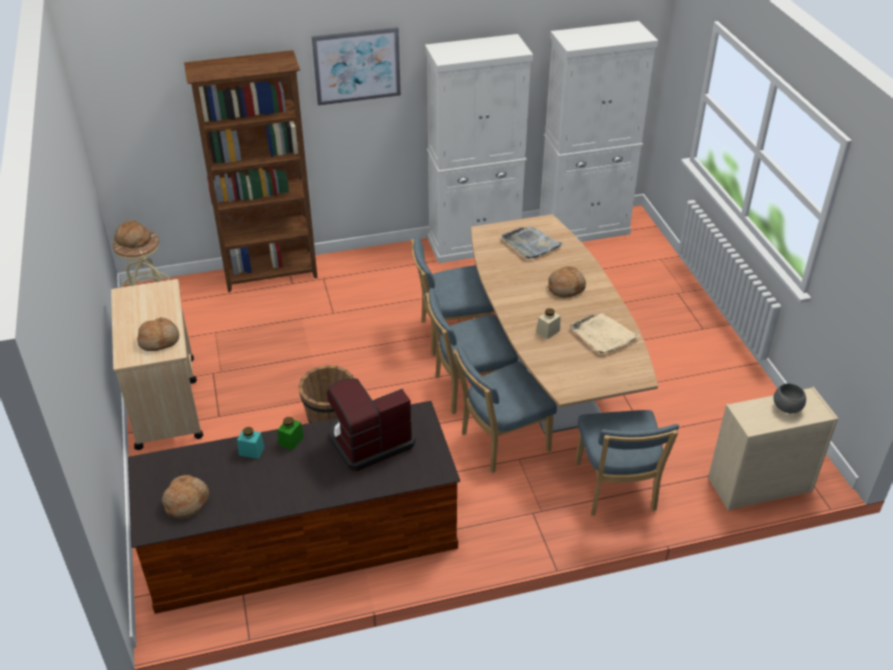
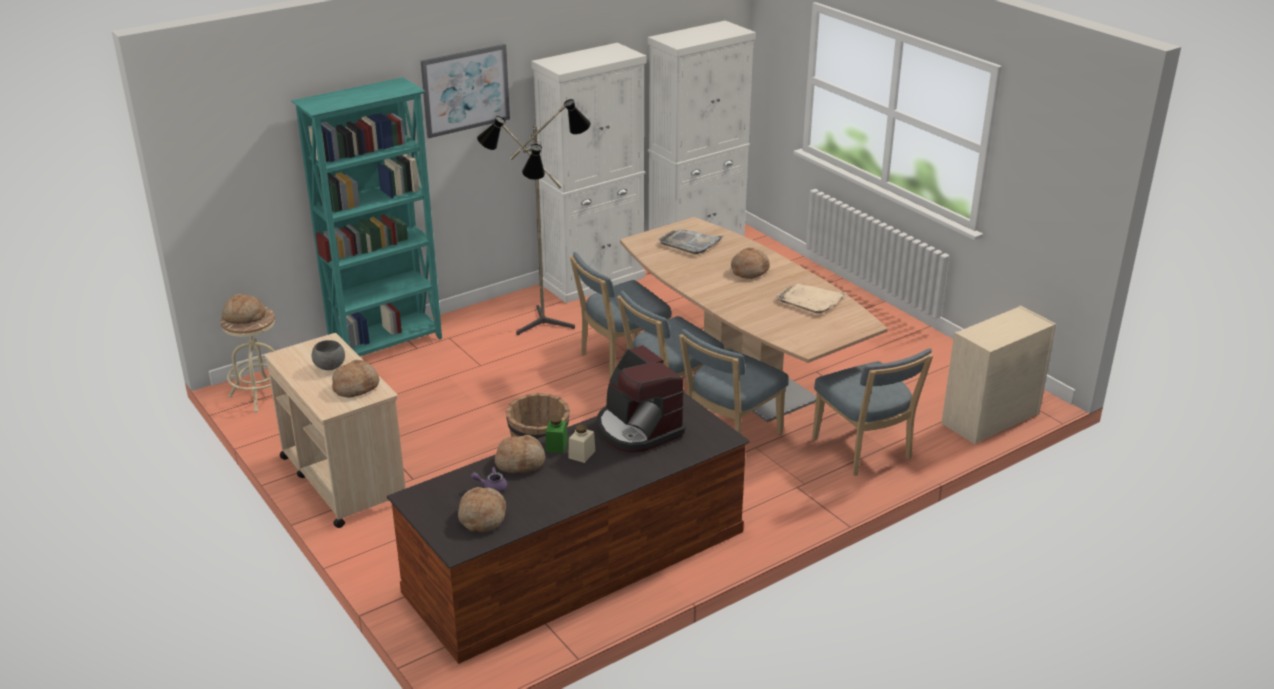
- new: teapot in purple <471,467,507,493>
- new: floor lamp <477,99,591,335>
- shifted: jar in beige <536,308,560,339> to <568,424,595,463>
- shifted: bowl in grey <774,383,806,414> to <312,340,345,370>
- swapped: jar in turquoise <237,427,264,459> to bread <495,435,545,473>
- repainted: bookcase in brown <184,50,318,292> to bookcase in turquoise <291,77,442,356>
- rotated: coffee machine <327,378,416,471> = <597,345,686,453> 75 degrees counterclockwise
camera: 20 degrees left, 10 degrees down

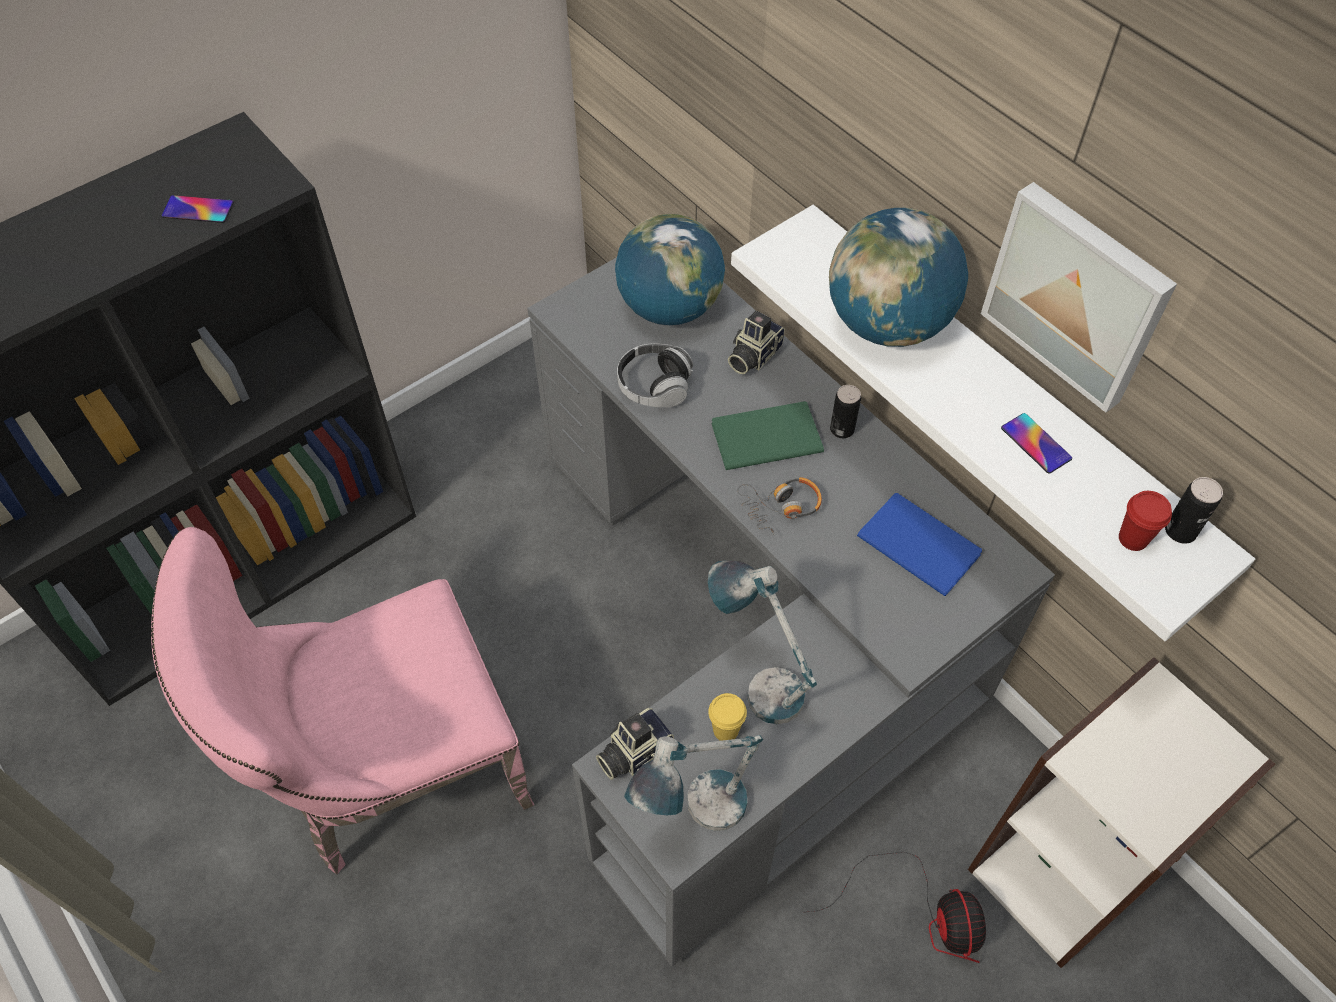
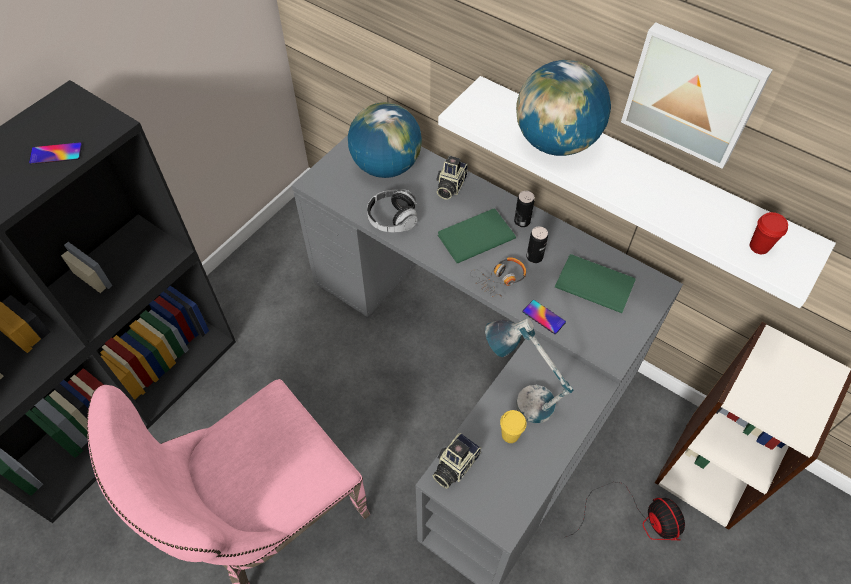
- gone: table lamp <624,735,763,831>
- shifted: phone <1001,413,1072,474> to <522,300,566,334>
- shifted: can <1165,477,1223,544> to <526,226,548,263>
- repainted: book in blue <857,493,982,596> to book in green <555,254,636,313>
camera: 15 degrees left, 0 degrees up

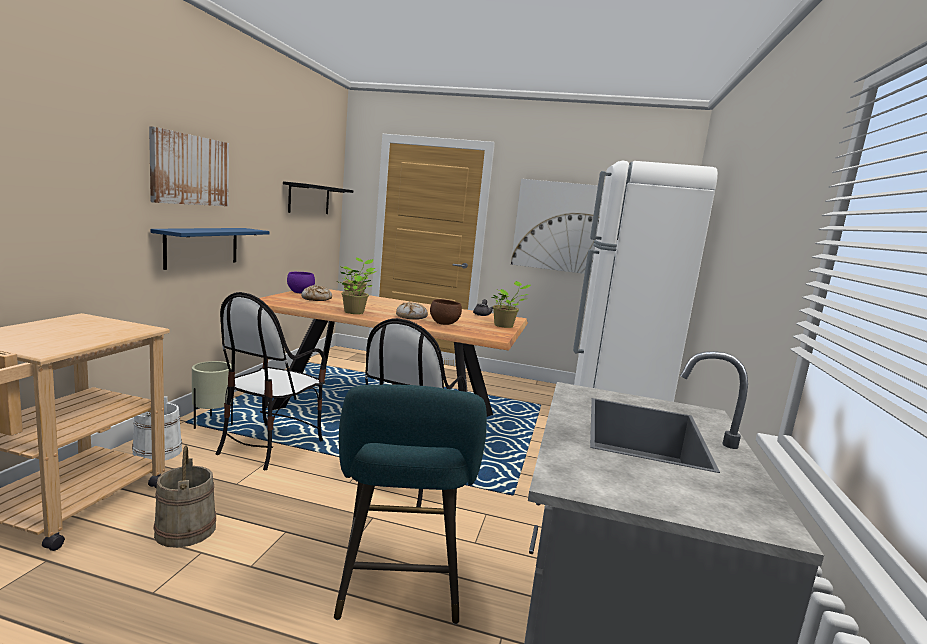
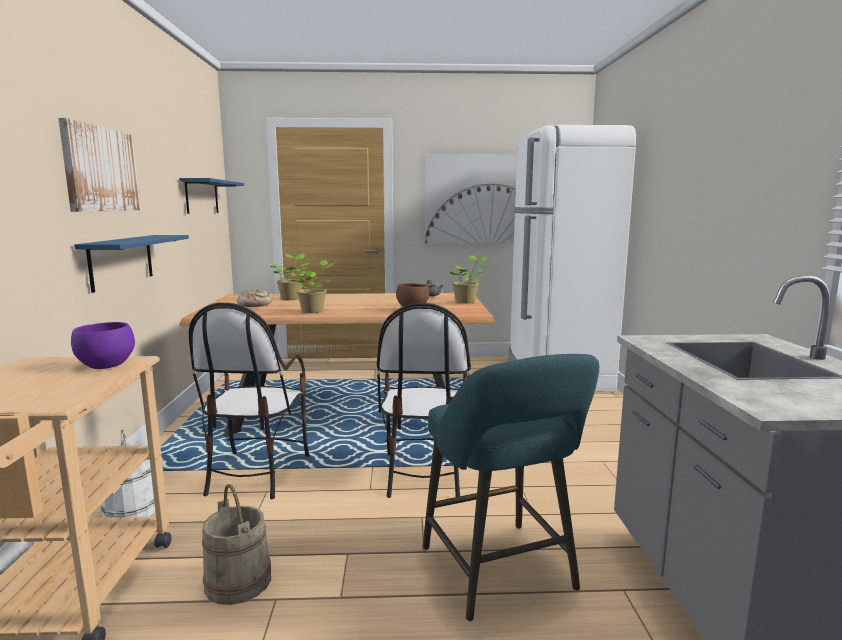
- gone: planter in beige <192,361,233,429>
- gone: bread <396,302,428,320>
- shifted: bowl in purple <287,272,315,293> to <71,322,135,369>
- repainted: shelf in black <283,181,353,214> to shelf in blue <179,178,244,214>
camera: 15 degrees left, 0 degrees up

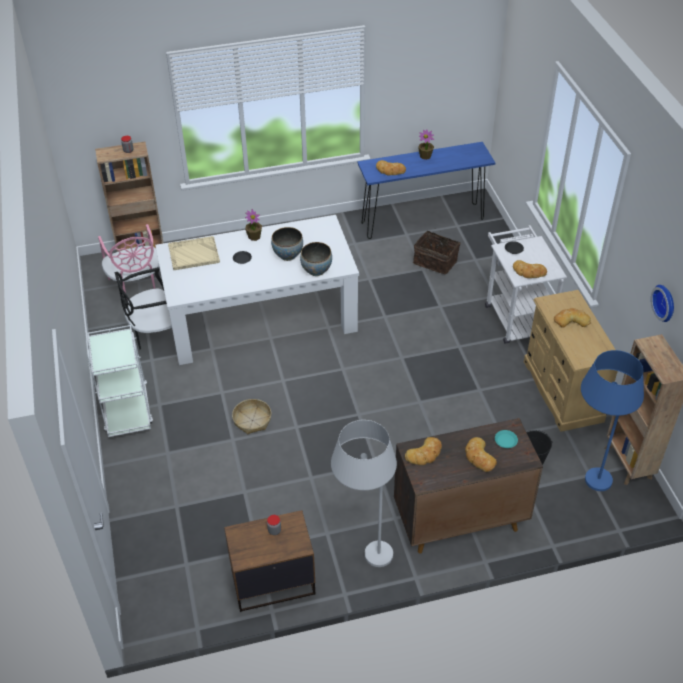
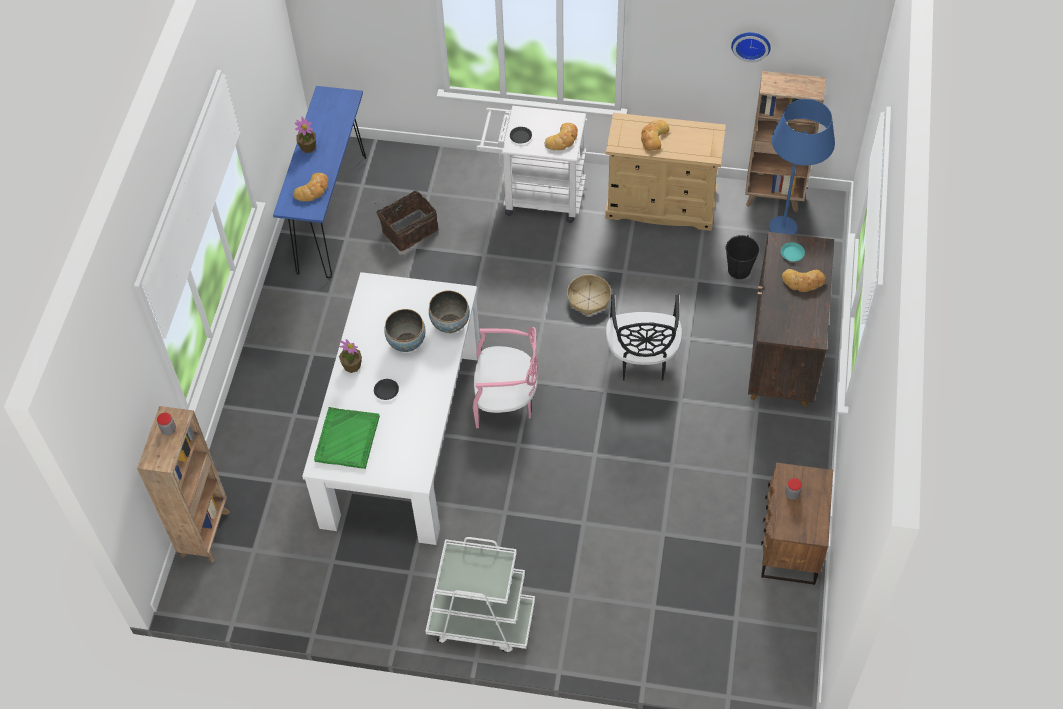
- gone: floor lamp in white <331,420,397,567>
- gone: bread <405,437,442,465>
- shifted: chair in pink <98,224,159,293> to <473,327,538,428>
- shifted: chair in black <115,267,172,349> to <606,295,682,381>
- shifted: basket <232,399,271,434> to <567,274,611,316>
- repainted: tray in beige <168,236,220,270> to tray in green <314,407,380,469>
camera: 65 degrees left, 10 degrees up

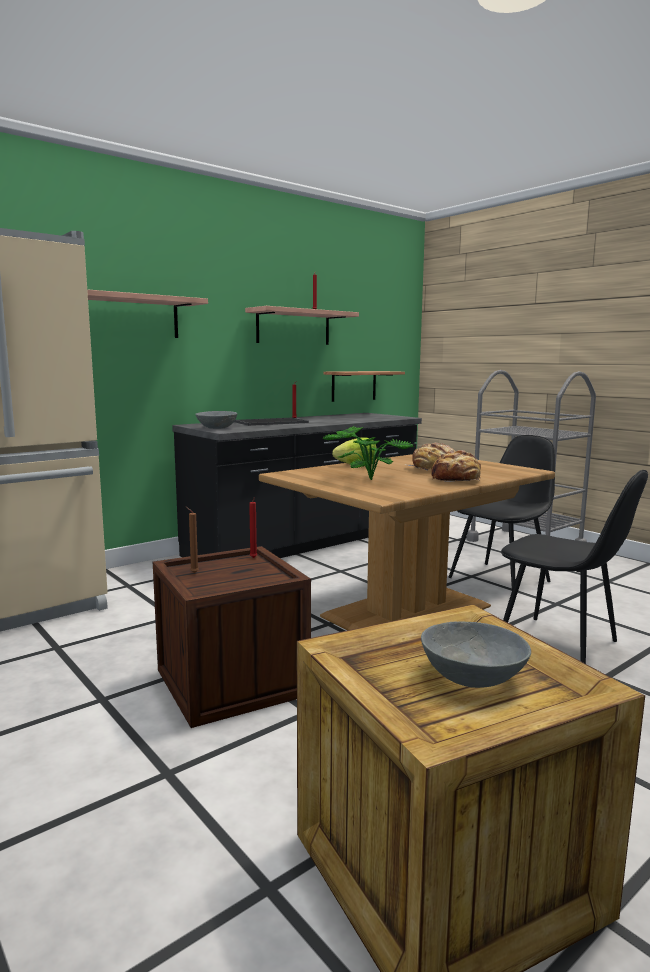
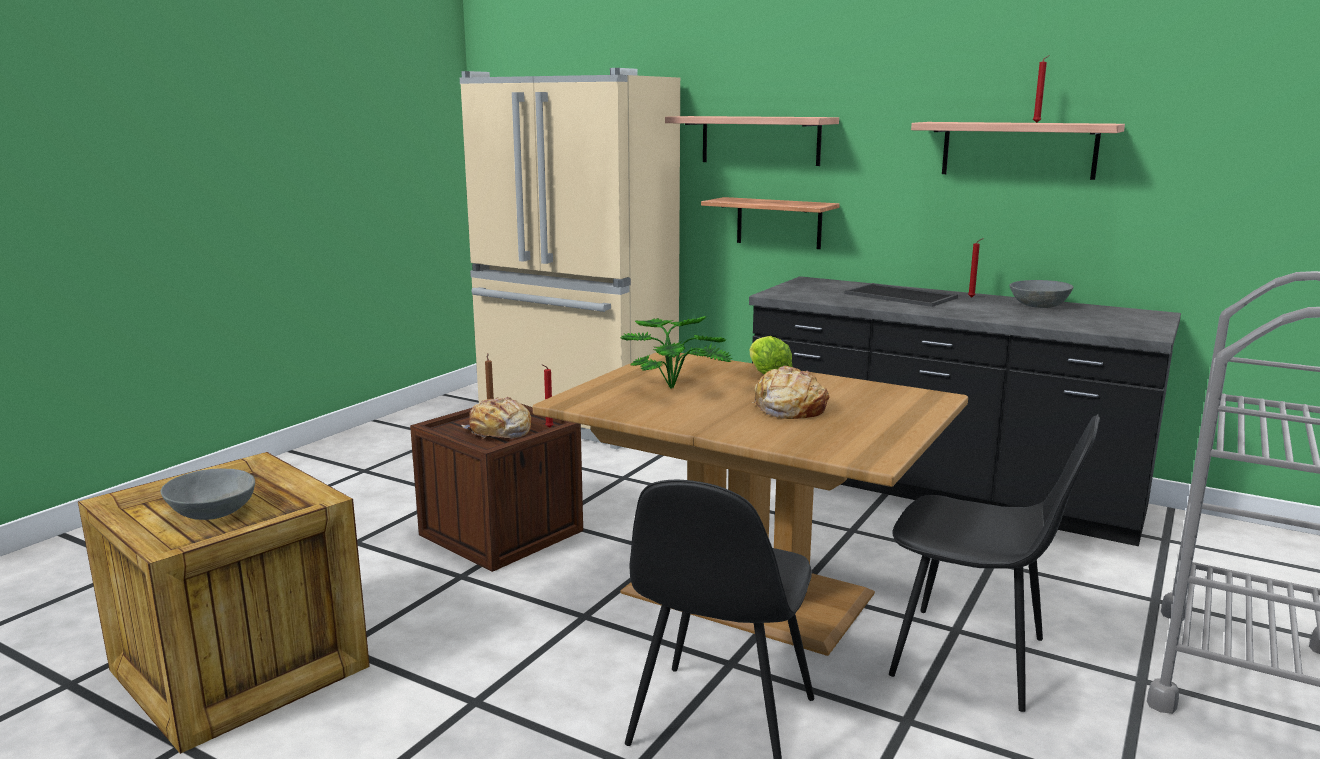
- shifted: bowl in grey <195,411,237,429> to <1010,280,1073,308>
- shifted: shelf <323,371,405,402> to <701,197,840,249>
- shifted: bread <431,450,481,482> to <462,397,531,439>
camera: 70 degrees right, 5 degrees up

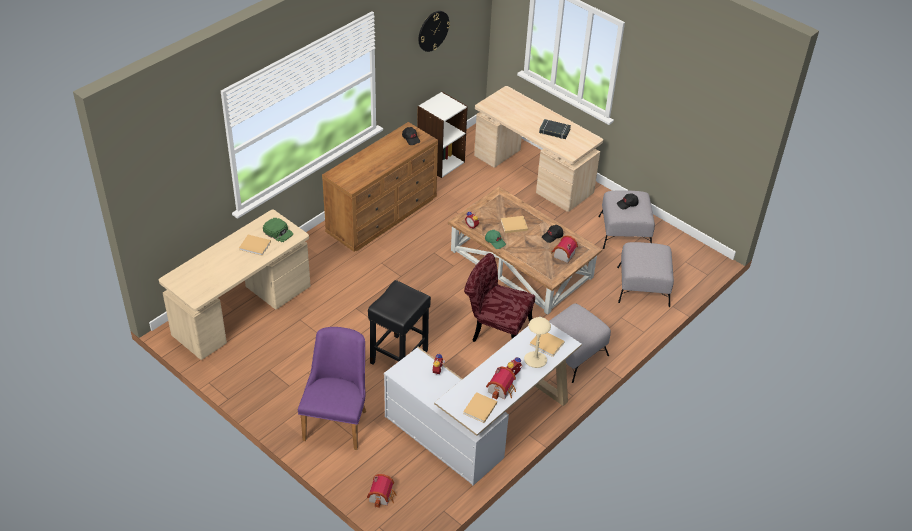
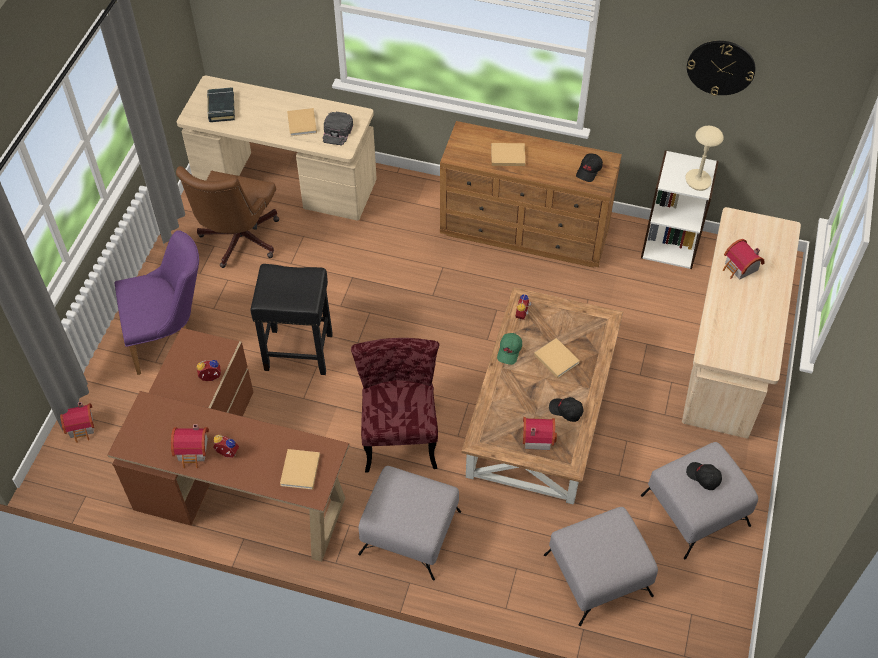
- new: office chair in brown <176,166,279,268>
- new: toy house <723,239,765,280>
- shifted: book in beige <463,392,497,423> to <491,143,525,166>
- shifted: table lamp in beige <524,317,551,368> to <686,126,724,191>
- shifted: book in black <539,119,571,139> to <207,87,235,122>
- repainted: cap in green <263,218,293,242> to cap in black <323,112,353,145>
- repainted: desk in white <384,316,582,485> to desk in brown <107,328,349,562>
camera: 65 degrees right, 10 degrees up

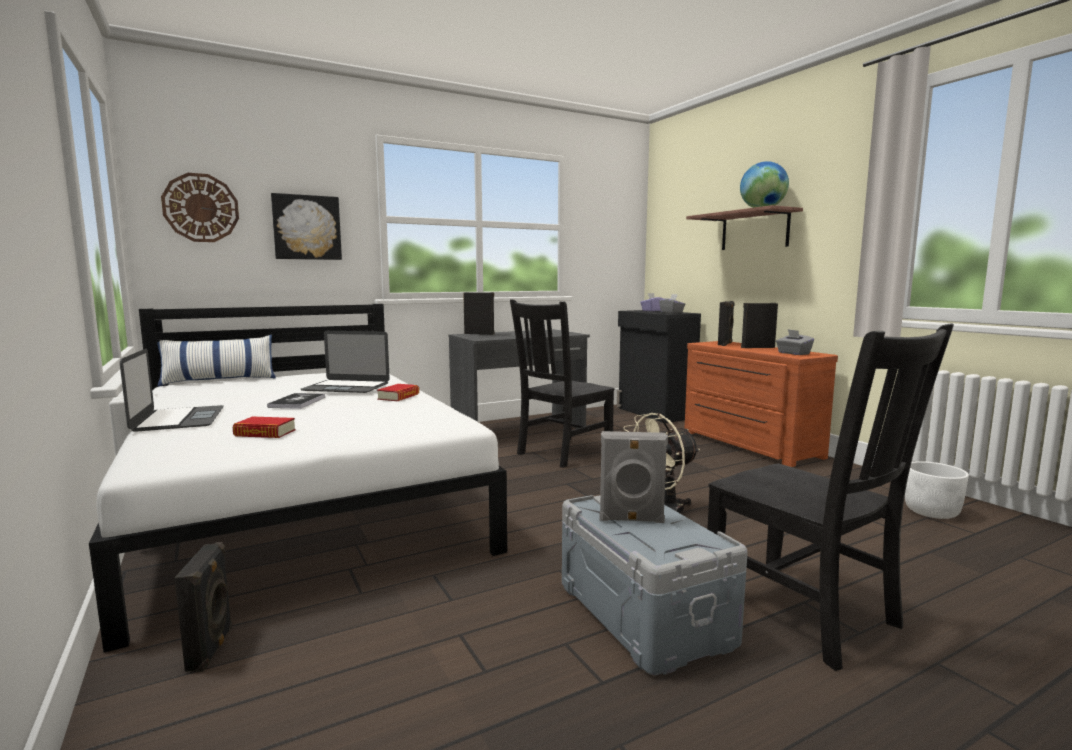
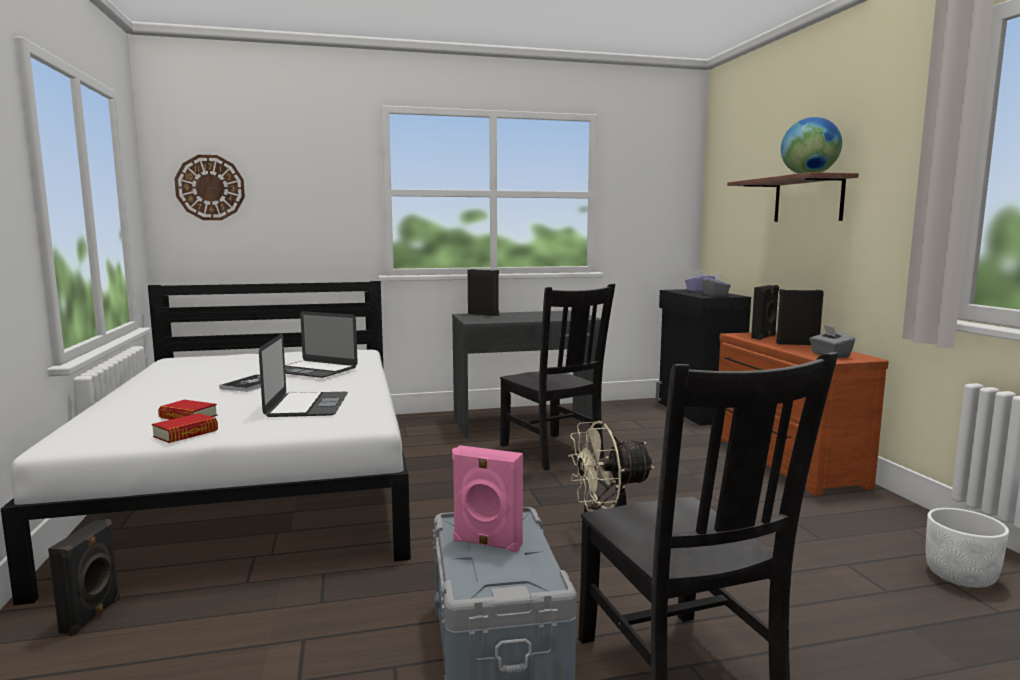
- gone: pillow <157,335,276,387>
- gone: picture <271,193,342,260>
- shifted: laptop <120,348,224,432> to <259,334,348,417>
- shifted: book <377,384,419,401> to <152,413,218,443>
- repainted: speaker in grey <599,431,668,523> to speaker in pink <452,445,523,552>
- rotated: chair in black <510,299,614,468> = <500,284,615,470> 90 degrees counterclockwise
camera: 15 degrees right, 0 degrees up

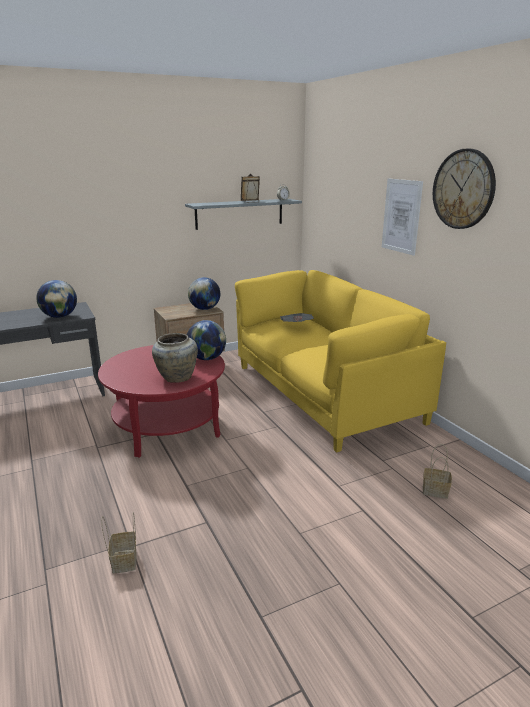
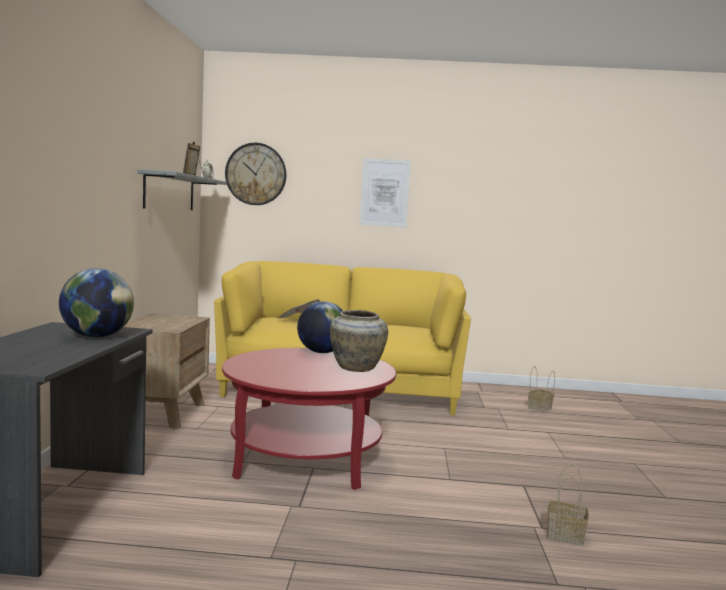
- gone: globe <188,277,220,310>
- shifted: wall clock <433,149,496,229> to <225,143,287,205>
camera: 60 degrees left, 15 degrees down

